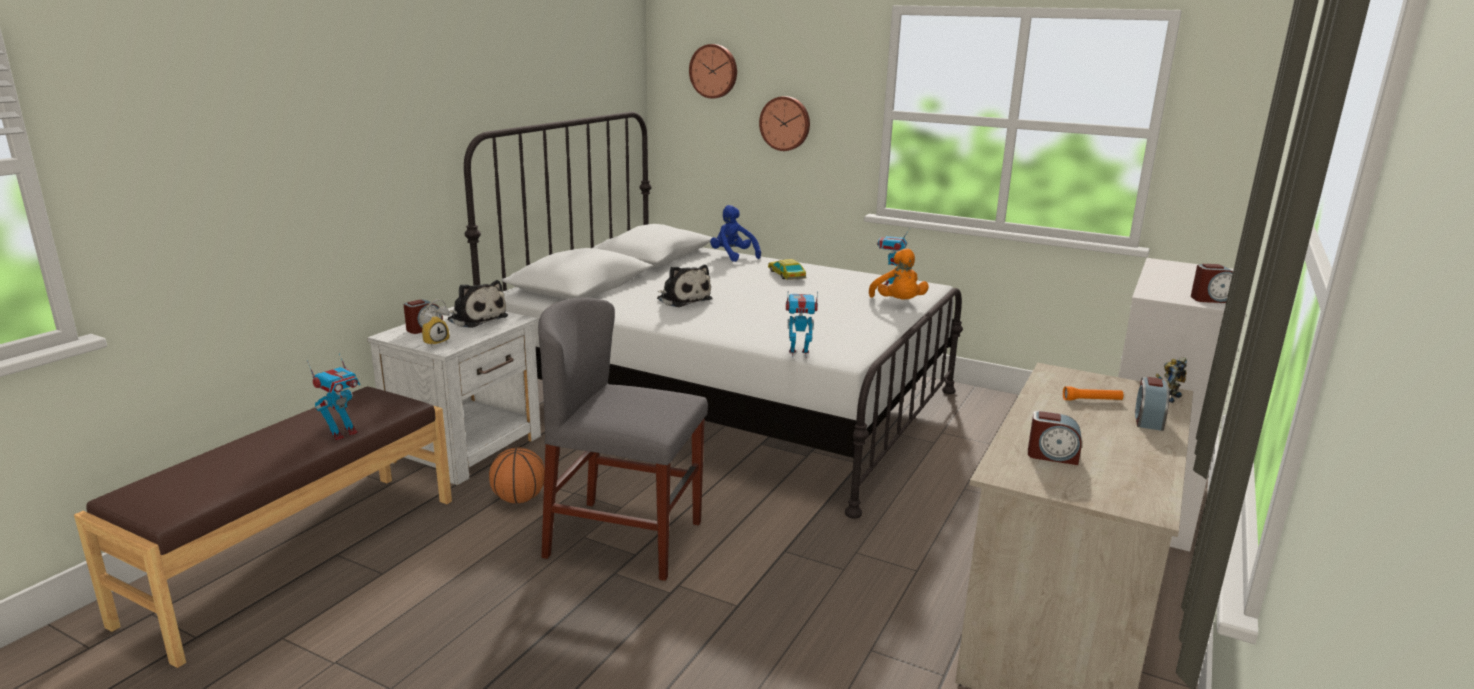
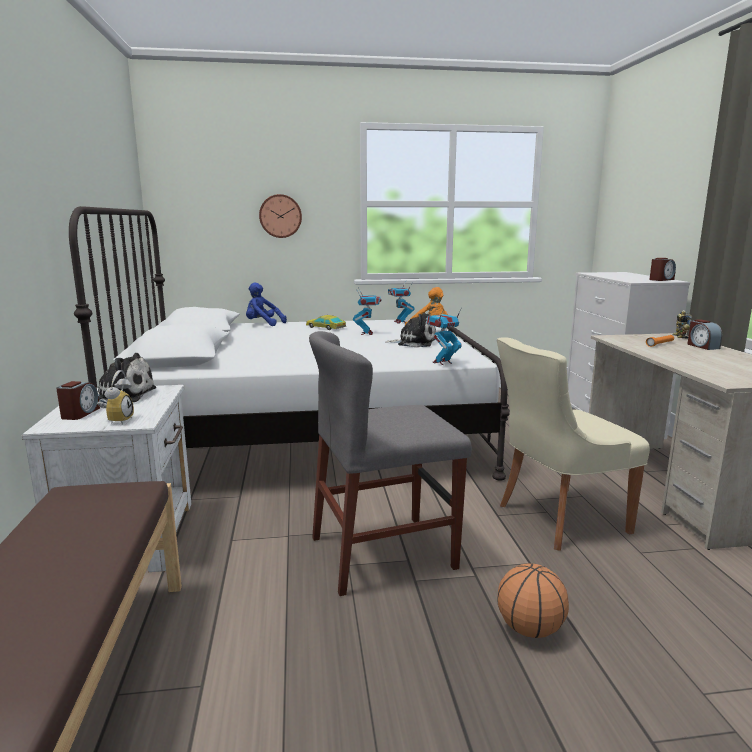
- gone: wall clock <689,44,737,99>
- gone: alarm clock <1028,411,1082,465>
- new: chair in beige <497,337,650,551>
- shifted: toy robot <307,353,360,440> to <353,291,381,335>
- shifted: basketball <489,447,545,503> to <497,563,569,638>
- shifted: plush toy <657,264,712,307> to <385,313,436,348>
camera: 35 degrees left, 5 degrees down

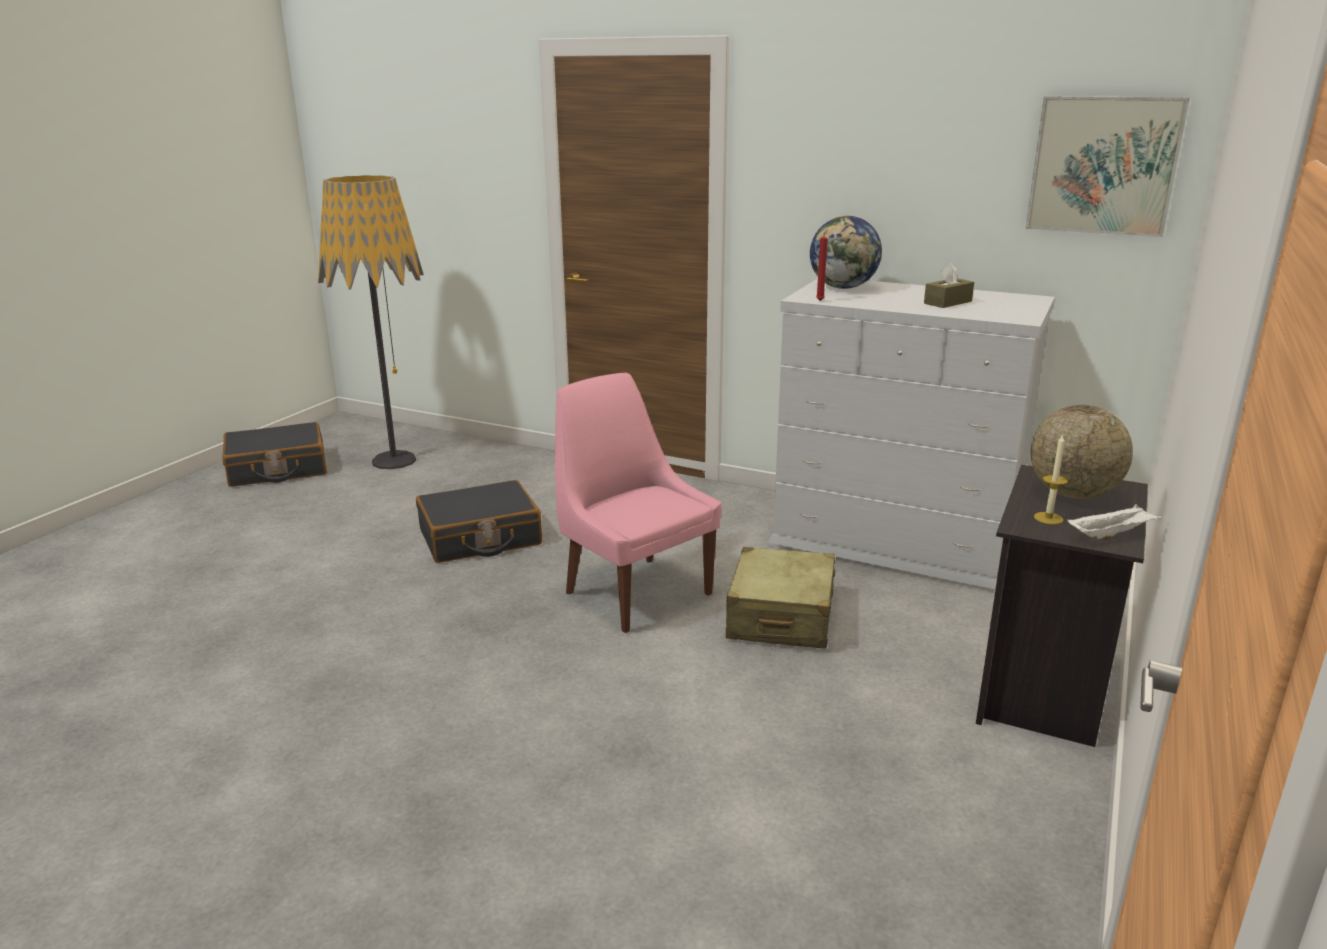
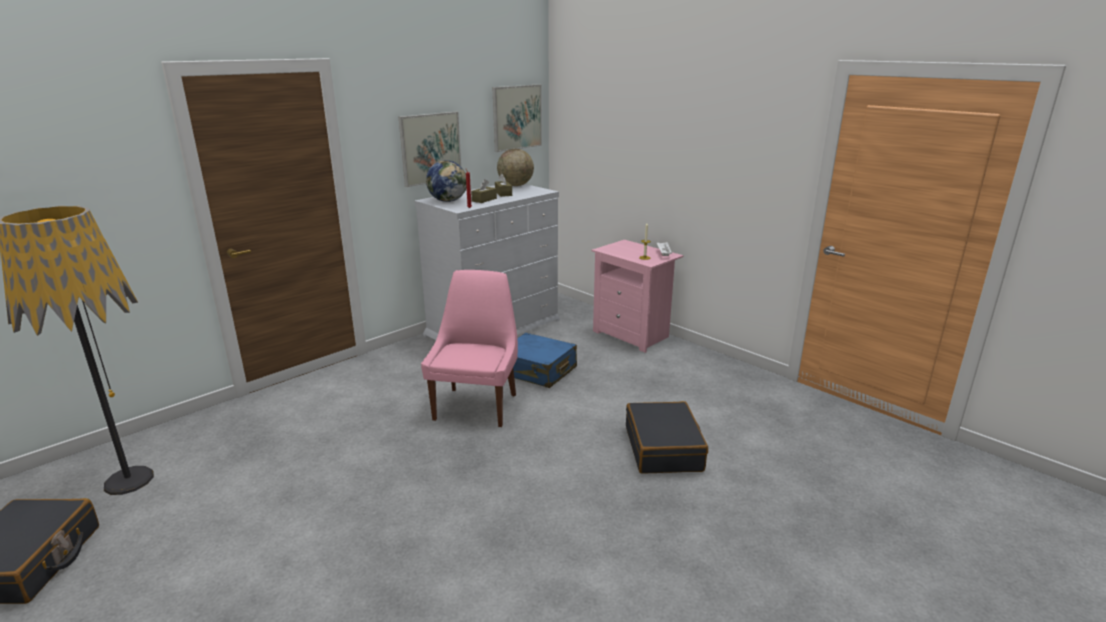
- new: picture <399,112,461,187>
- new: tissue box in brown <471,179,497,203>
- shifted: suitcase in black <416,480,542,563> to <626,401,708,474>
- shifted: globe <1031,405,1133,499> to <497,149,534,186>
- repainted: suitcase in beige <726,547,835,649> to suitcase in blue <513,333,577,388>
- repainted: nightstand in black <976,465,1148,747> to nightstand in pink <592,240,684,353>
- rotated: chair in pink <555,373,722,633> = <421,270,518,427> 120 degrees clockwise
camera: 70 degrees left, 0 degrees up

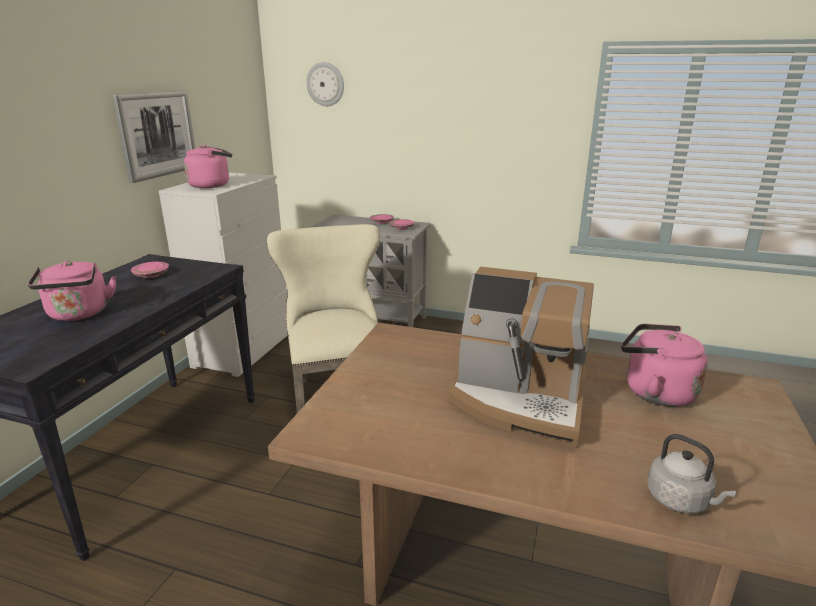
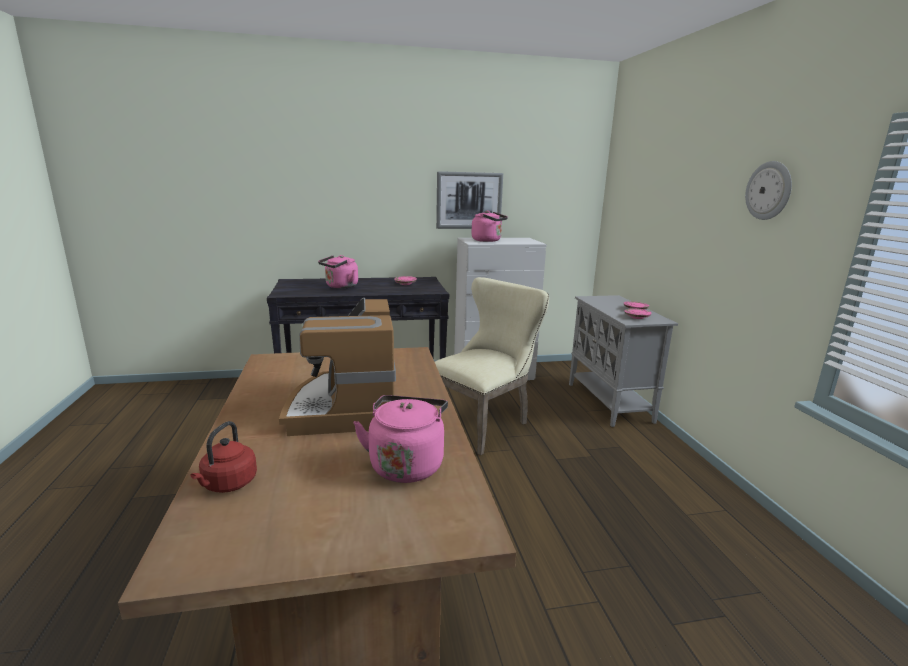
- shifted: wall clock <306,62,344,106> to <745,161,792,220>
- repainted: kettle in grey <647,434,736,513> to kettle in red <190,421,257,493>
camera: 60 degrees right, 5 degrees down

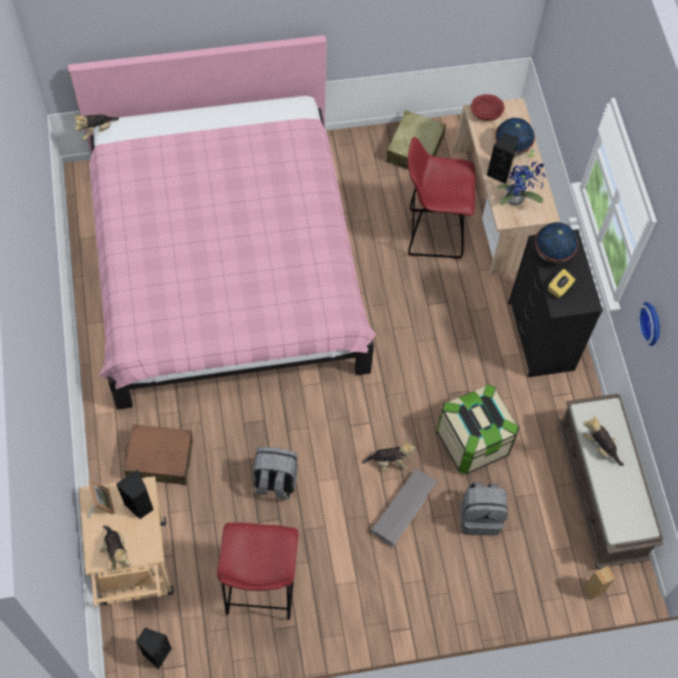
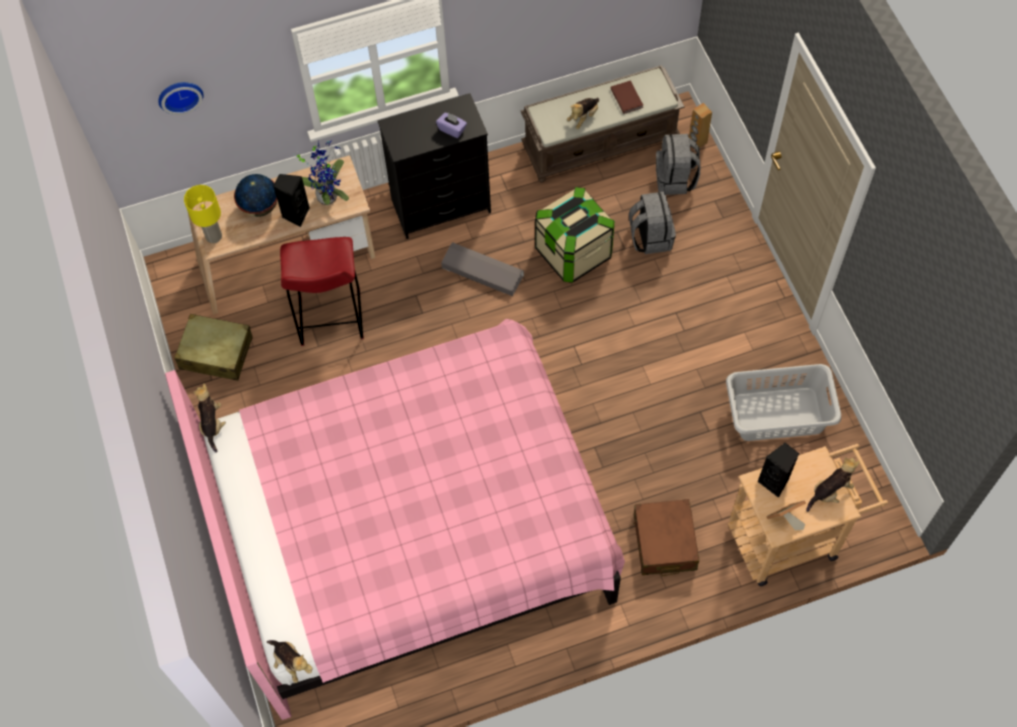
- gone: speaker in black <136,628,172,669>
- gone: globe <535,222,578,264>
- new: book in brown <610,80,643,114>
- shifted: backpack in grey <253,447,298,499> to <656,134,700,195>
- shifted: plush toy <362,441,416,471> to <193,384,226,453>
- shifted: storage box in grey <371,469,437,547> to <441,242,524,296>
- shifted: wall clock <638,302,660,346> to <158,82,204,115>
- swapped: stool in red <217,523,298,620> to laundry basket in grey <726,364,841,441>
- swapped: bowl in red <471,94,504,121> to table lamp in yellow <184,185,222,243>
- repainted: tissue box in yellow <548,269,575,298> to tissue box in purple <436,113,467,138>
camera: 95 degrees left, 0 degrees up

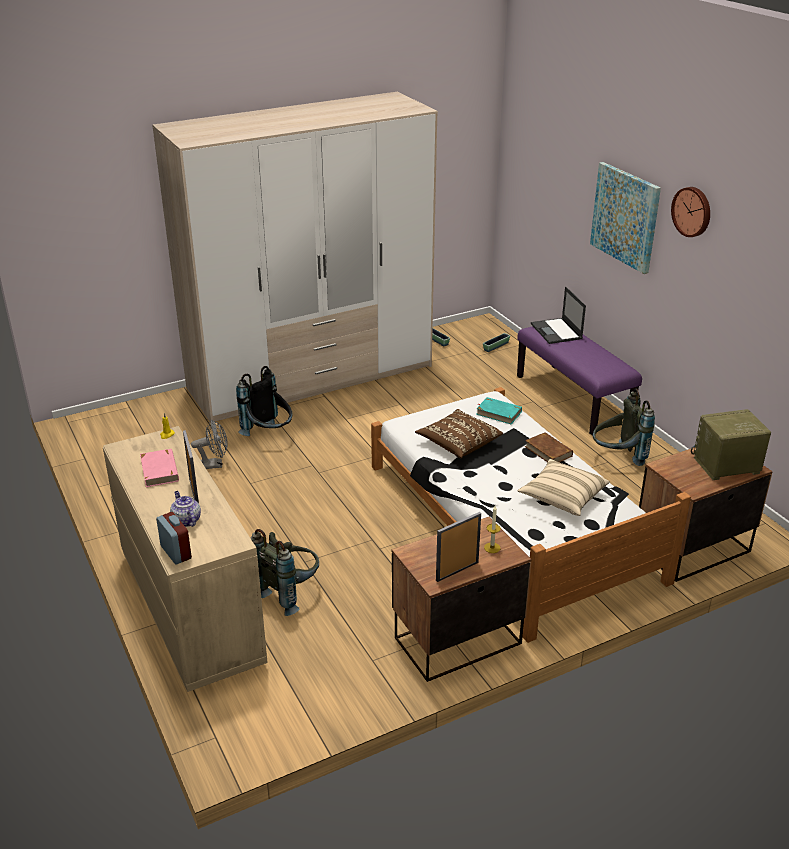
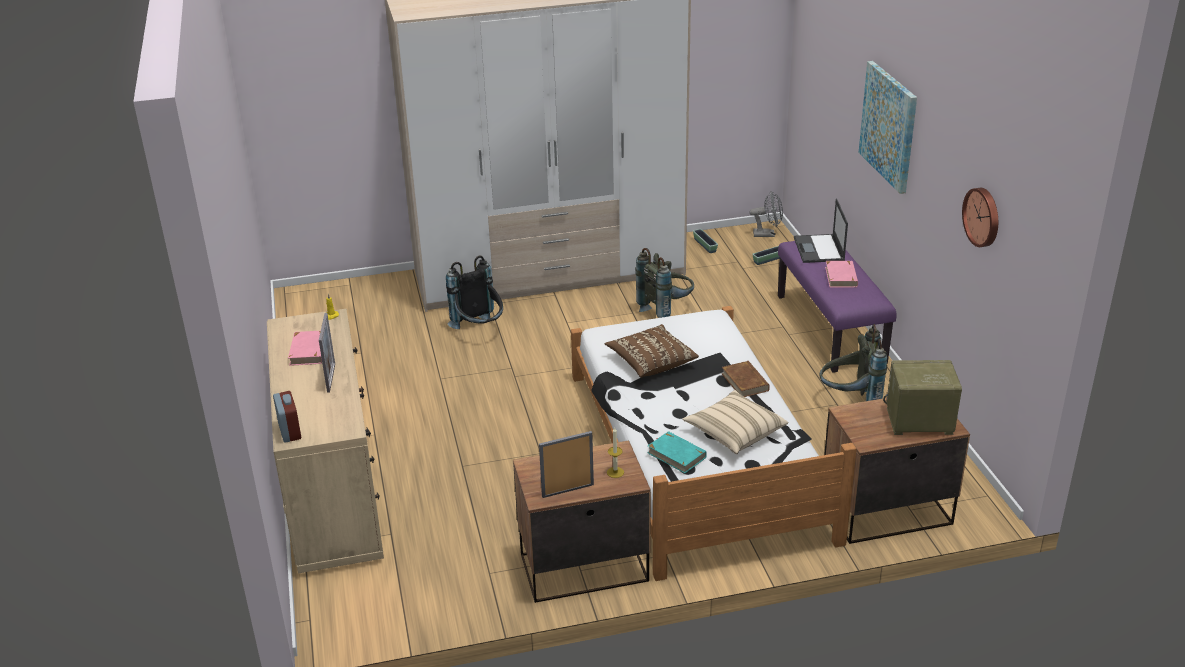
- gone: teapot <170,491,201,527>
- new: book in pink <825,261,858,288>
- shifted: fan in grey <191,420,228,469> to <749,191,783,237>
- shifted: backpack in grey <251,529,319,616> to <635,248,694,318>
- shifted: book in turquoise <476,397,522,424> to <648,431,707,473>
- shifted: wall clock <671,187,710,237> to <962,188,998,247>
camera: 15 degrees right, 0 degrees up

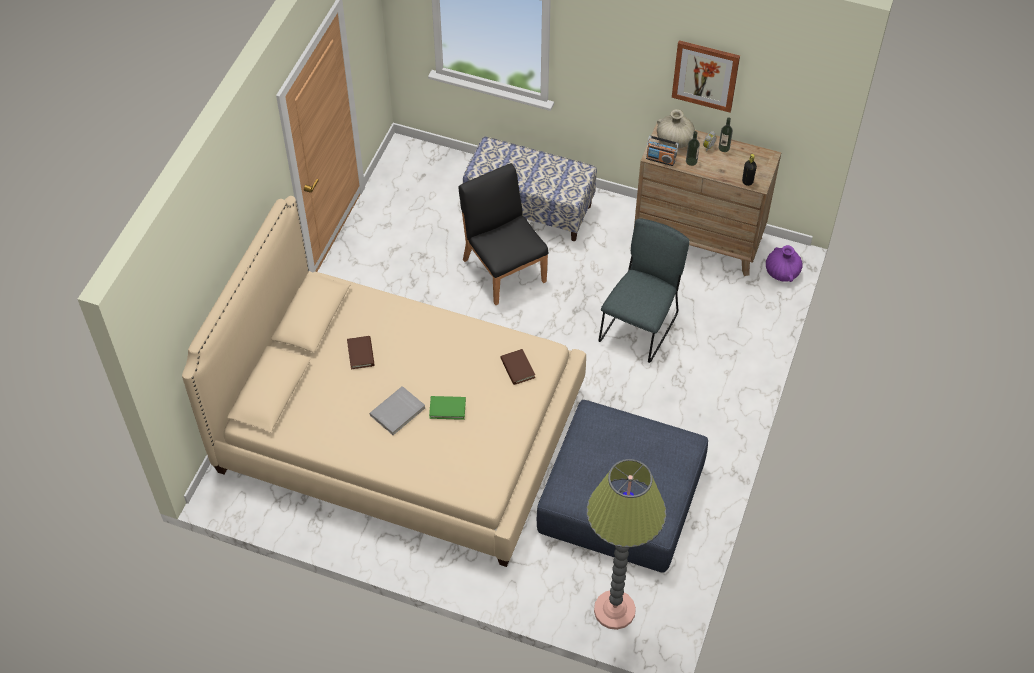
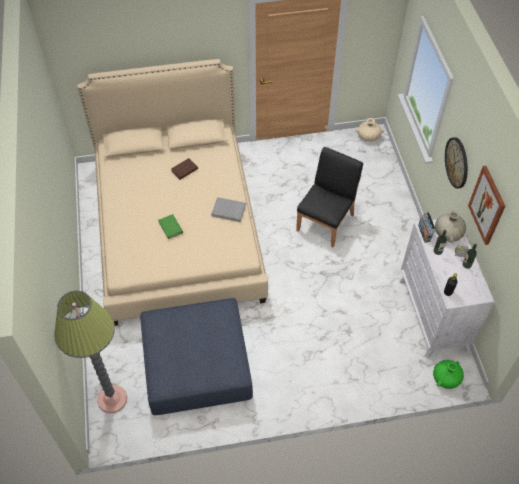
- gone: bench <463,137,597,241>
- gone: book in brown <500,349,535,385>
- gone: chair in grey <599,218,690,363>
- new: vase in beige <355,118,384,142>
- new: wall clock <445,137,468,189>
- shifted: book in grey <369,386,425,435> to <211,197,246,222>
- repainted: dresser in brown <634,123,782,276> to dresser in white <399,219,494,359>
- repainted: vase in purple <766,245,803,282> to vase in green <433,360,464,389>
camera: 60 degrees right, 0 degrees up

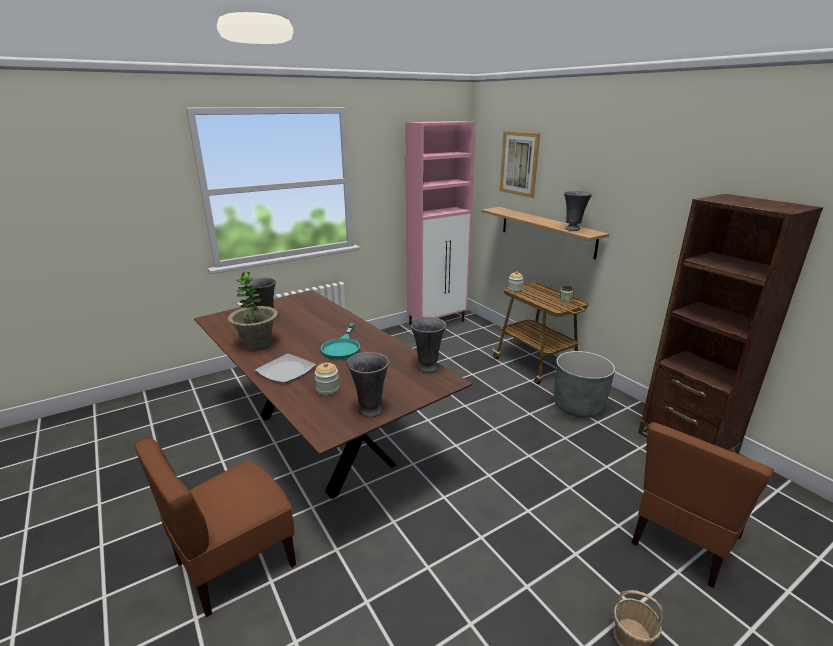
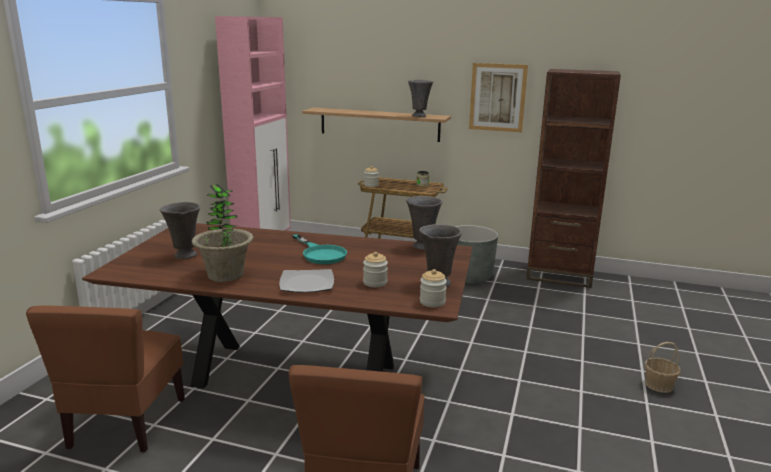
- new: jar <420,269,447,307>
- shifted: picture <500,131,540,198> to <469,63,528,132>
- shifted: chair in brown <632,422,774,588> to <26,306,185,453>
camera: 40 degrees left, 5 degrees down

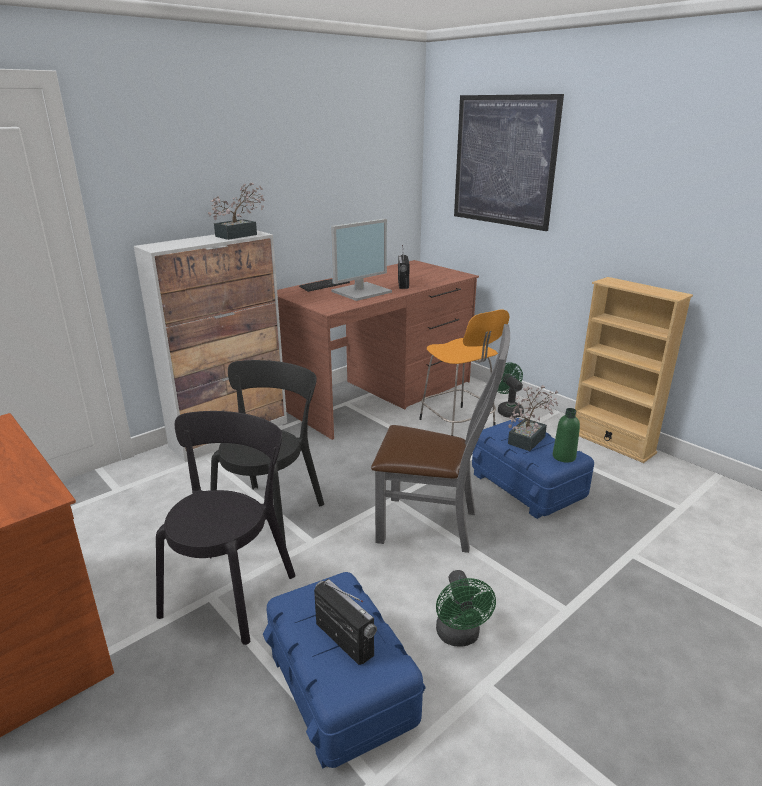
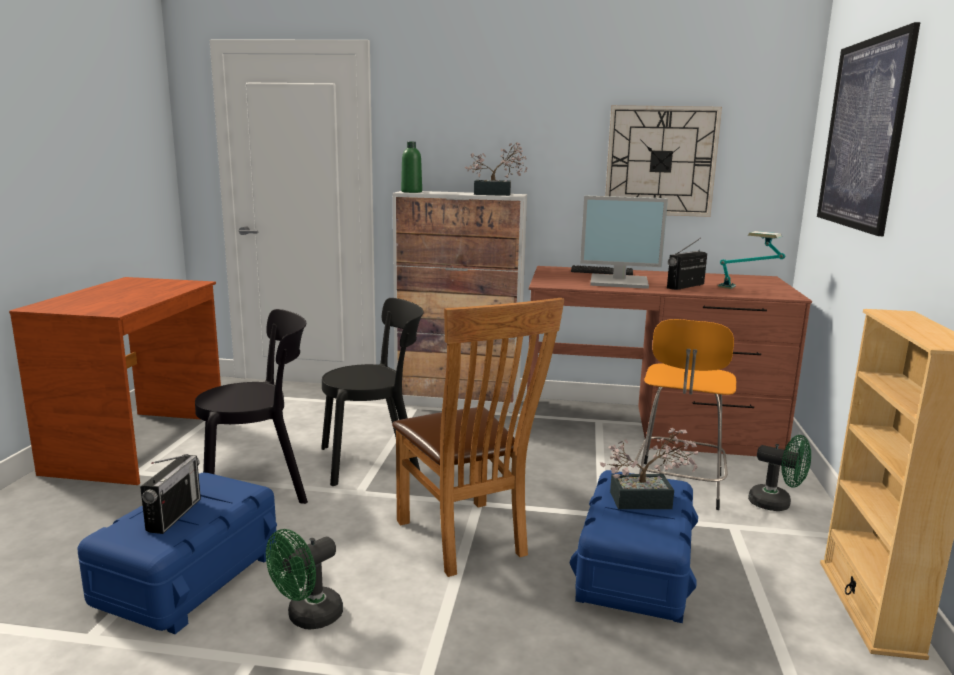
- new: wall clock <605,105,722,217>
- new: table lamp <718,231,785,289>
- shifted: bottle in green <553,408,580,463> to <401,142,422,193>
- repainted: chair in grey <371,324,510,553> to chair in brown <392,298,564,577>
- rotated: fan in green <497,363,524,418> = <748,435,811,511> 90 degrees clockwise
camera: 50 degrees right, 10 degrees down

